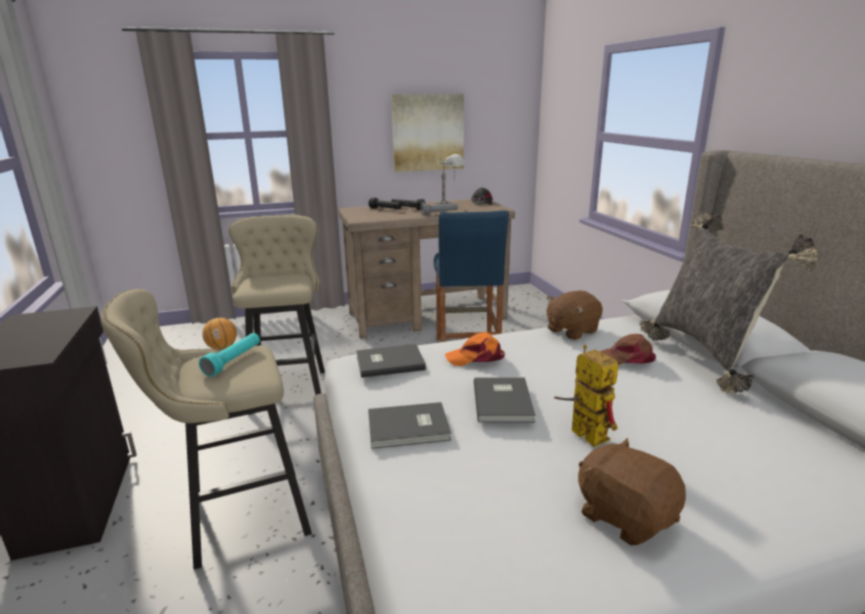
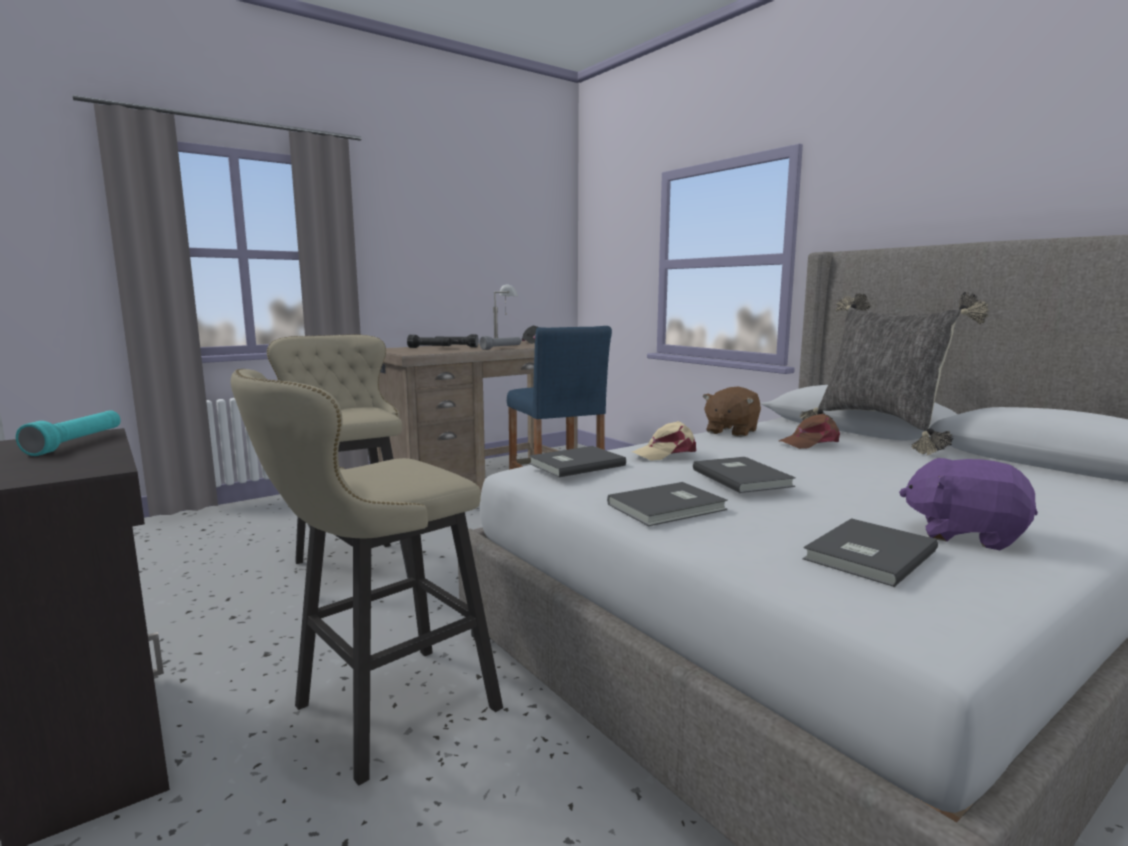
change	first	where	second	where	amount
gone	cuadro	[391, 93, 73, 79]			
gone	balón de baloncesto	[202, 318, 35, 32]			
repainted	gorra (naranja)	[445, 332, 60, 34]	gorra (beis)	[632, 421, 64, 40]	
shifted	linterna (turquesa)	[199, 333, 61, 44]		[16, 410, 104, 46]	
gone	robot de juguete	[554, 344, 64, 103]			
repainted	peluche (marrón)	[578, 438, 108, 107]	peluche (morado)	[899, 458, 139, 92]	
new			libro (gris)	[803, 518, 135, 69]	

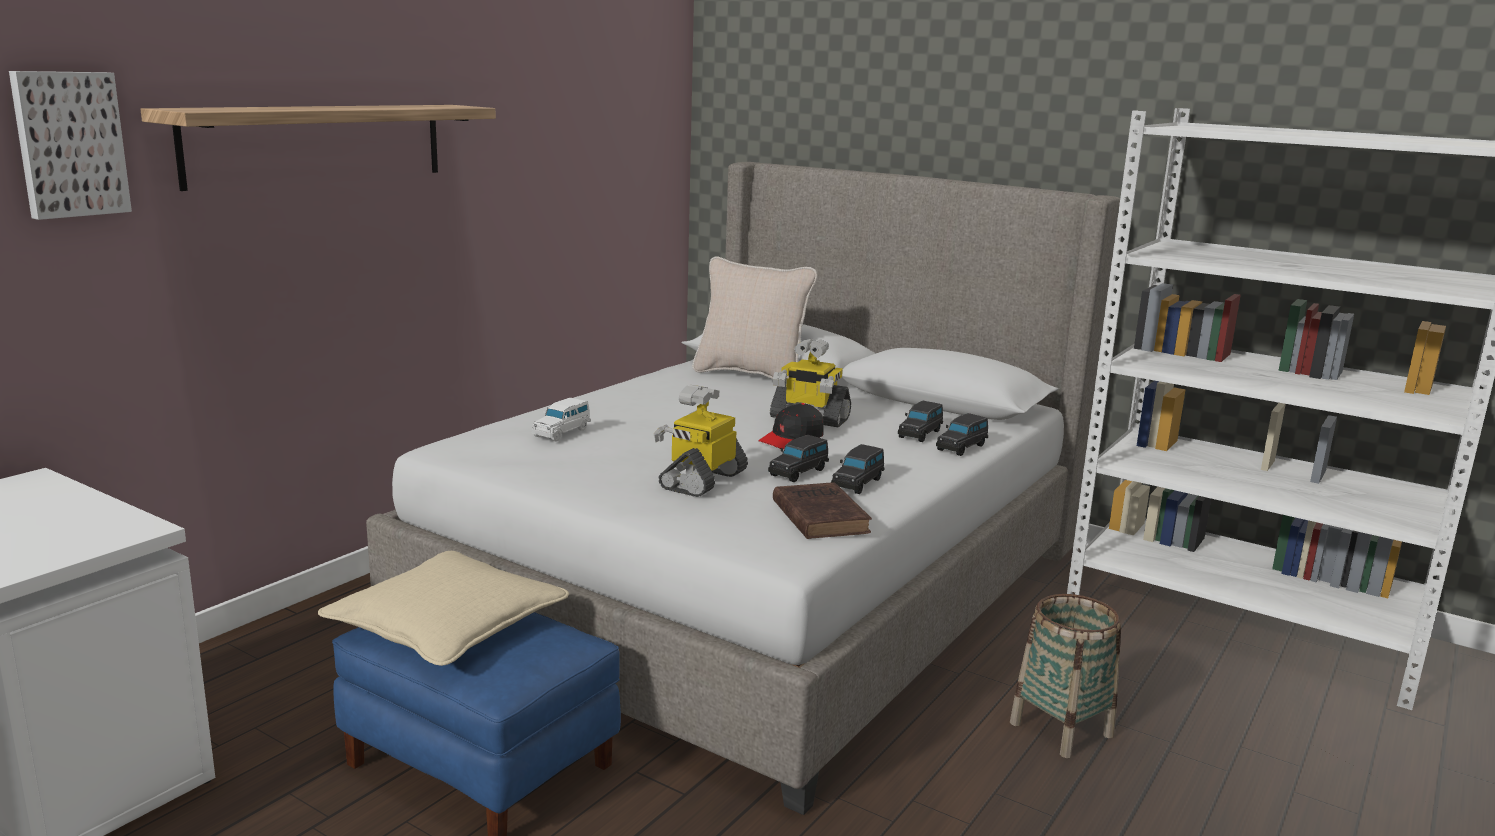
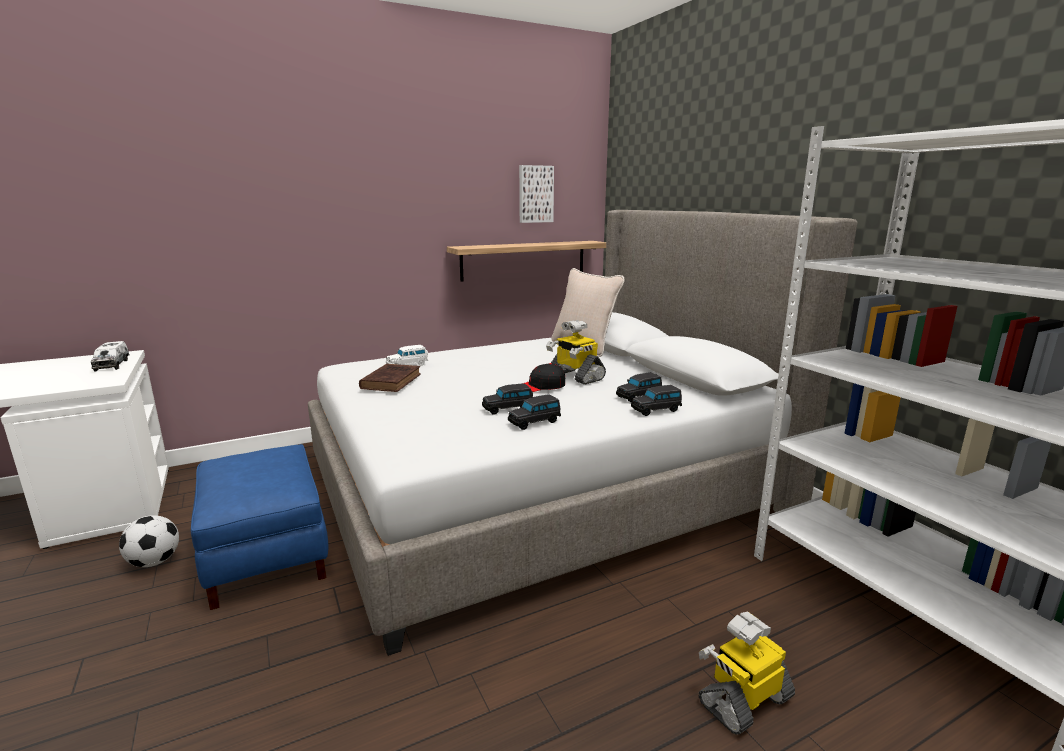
change	first	where	second	where	amount
shifted	cuadro	[9, 71, 123, 149]		[519, 165, 35, 58]	
shifted	estante	[141, 105, 355, 86]		[447, 241, 159, 41]	
shifted	robot de juguete	[653, 385, 95, 112]		[699, 611, 96, 124]	
shifted	libro (marrón)	[773, 482, 99, 57]		[359, 364, 62, 28]	
gone	cojín (beis)	[318, 551, 251, 115]			
gone	cesta	[1010, 594, 111, 164]			
new			camión de juguete	[91, 341, 39, 31]	
new			balón de fútbol	[119, 515, 60, 52]	

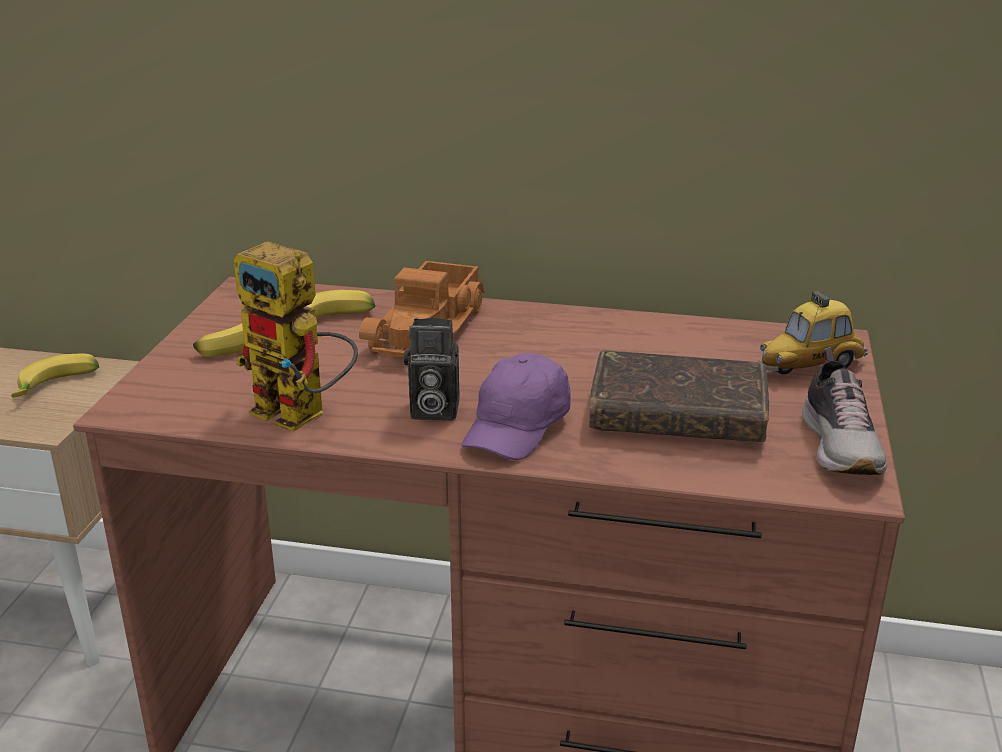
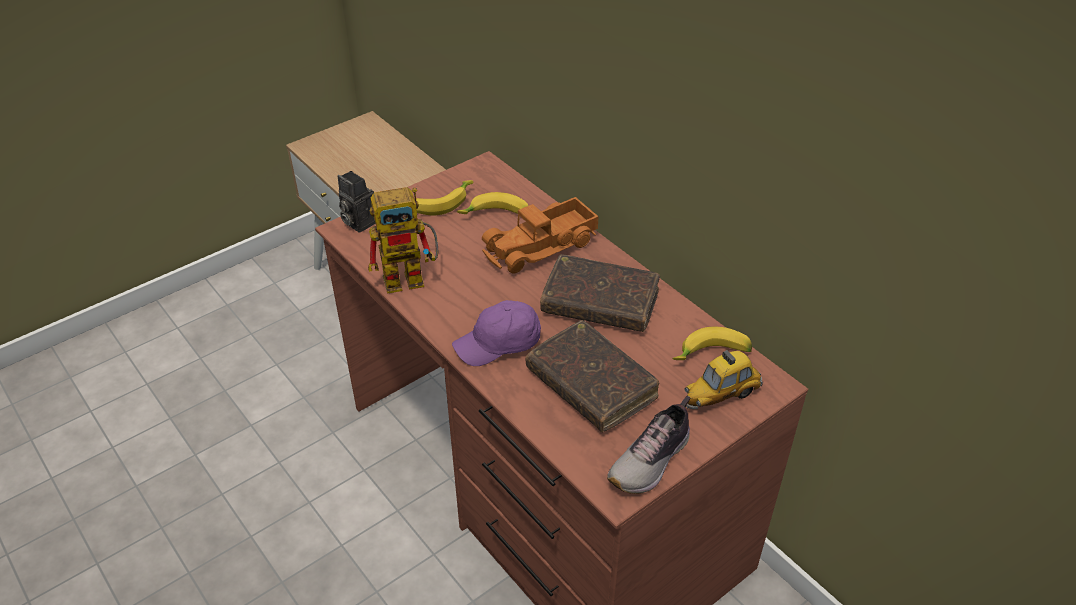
change	first	where	second	where	amount
rotated	robot de juguete	[234, 242, 124, 190]		[368, 187, 70, 107]	90 degrees counterclockwise
rotated	coche de juguete	[758, 291, 110, 83]		[685, 350, 78, 59]	45 degrees counterclockwise
shifted	cámara	[404, 318, 56, 102]		[338, 171, 37, 61]	
shifted	plátano	[11, 354, 88, 43]		[673, 327, 79, 33]	
new			libro (marrón)	[540, 254, 120, 78]	

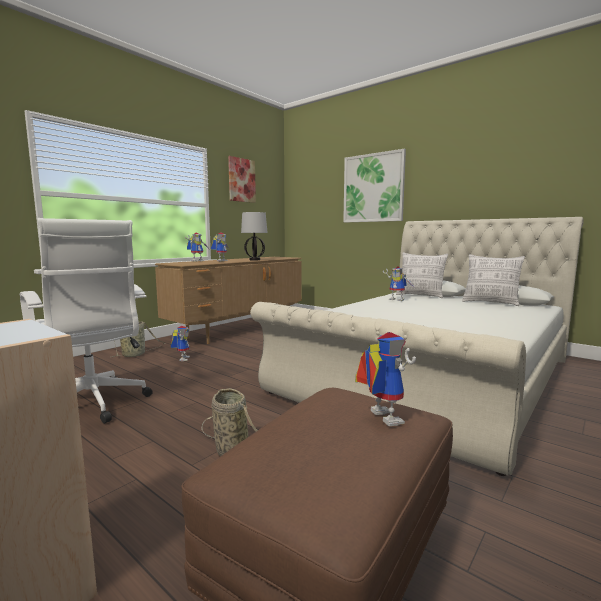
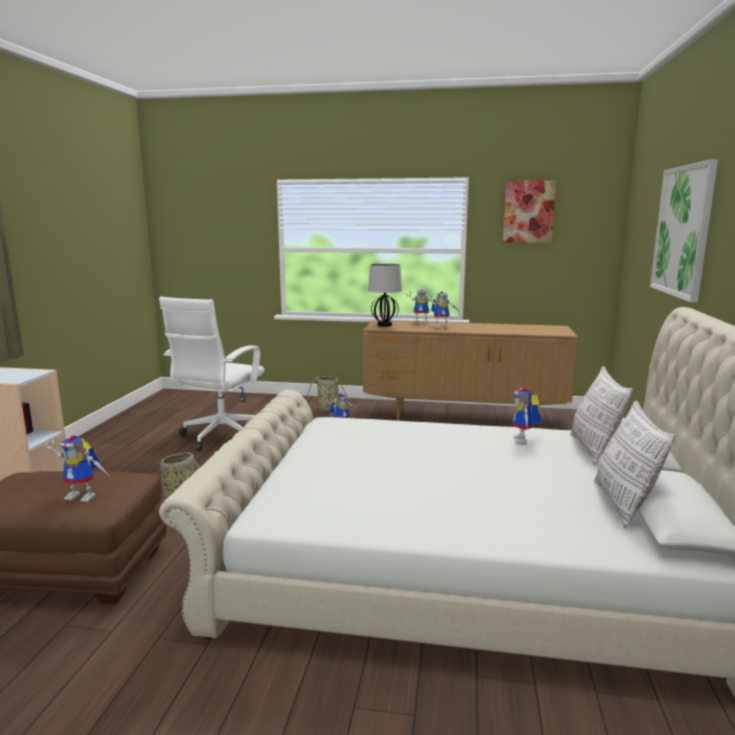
change	first	where	second	where	amount
shifted	lámpara de mesa	[241, 212, 27, 49]		[368, 264, 34, 63]	
rotated	robot de juguete	[355, 332, 61, 94]		[45, 436, 63, 66]	60 degrees clockwise

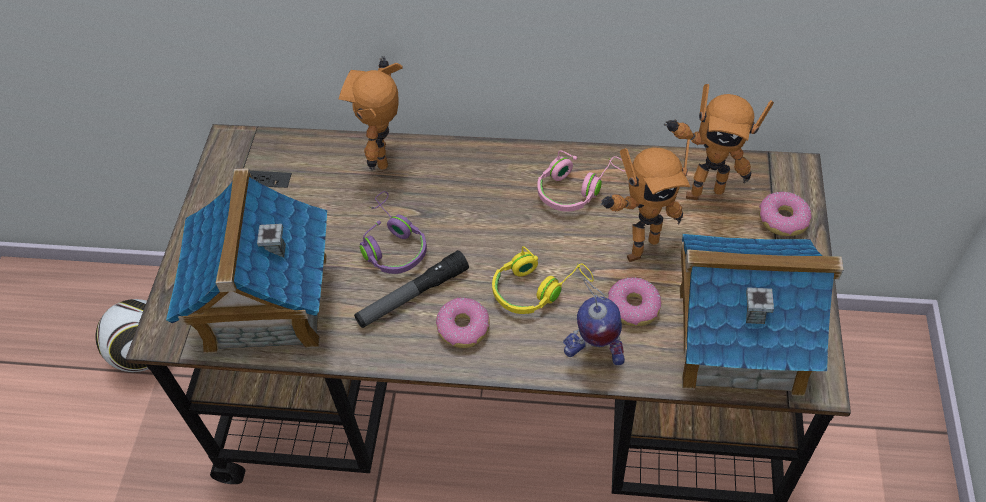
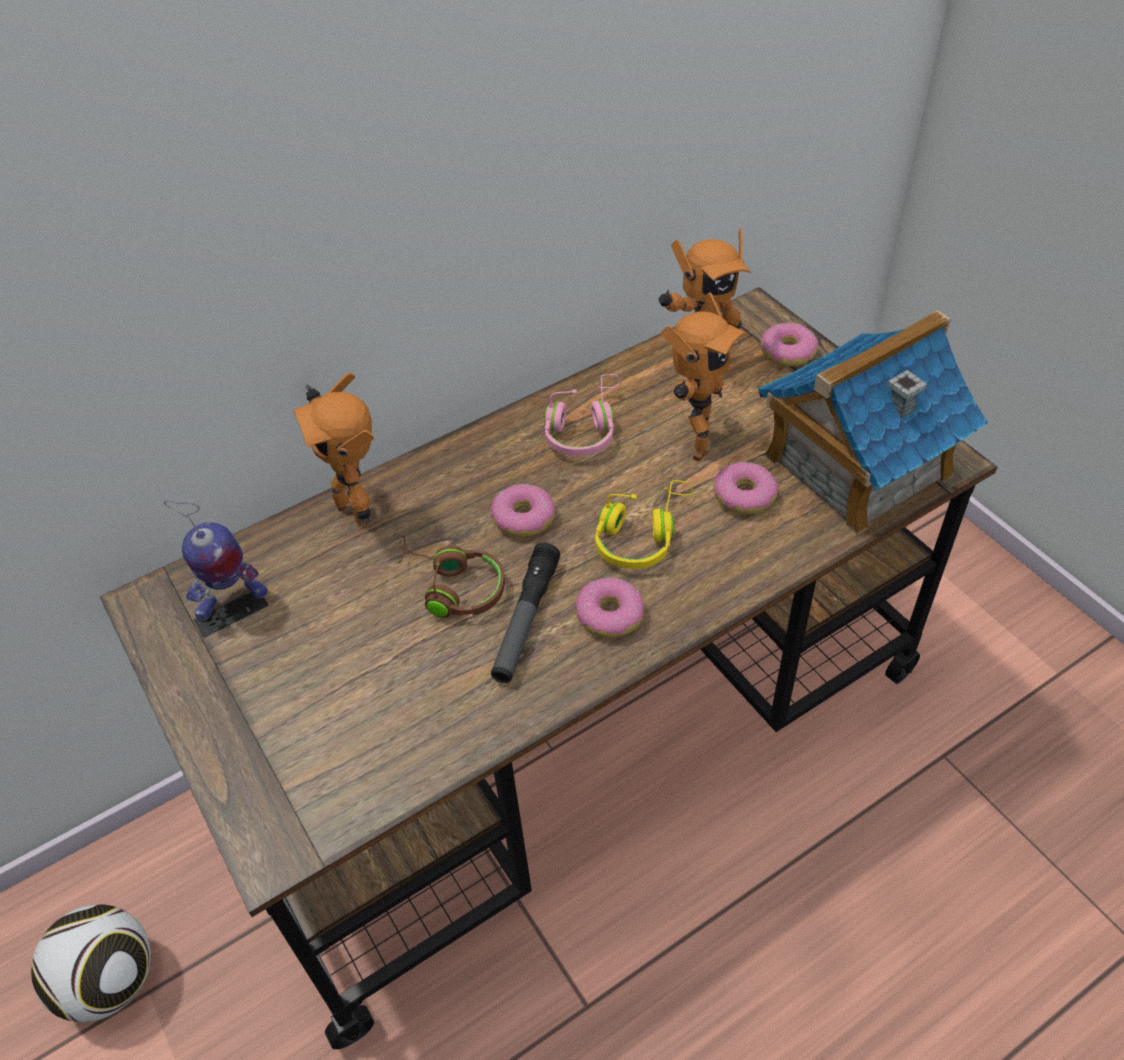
change	first	where	second	where	amount
gone	casita	[166, 168, 161, 186]			
repainted	auriculares (morado)	[360, 191, 67, 83]	auriculares (marrón)	[397, 535, 108, 83]	
shifted	robot de juguete	[563, 279, 62, 86]		[164, 500, 104, 120]	
new			rosquilla	[491, 484, 65, 53]	

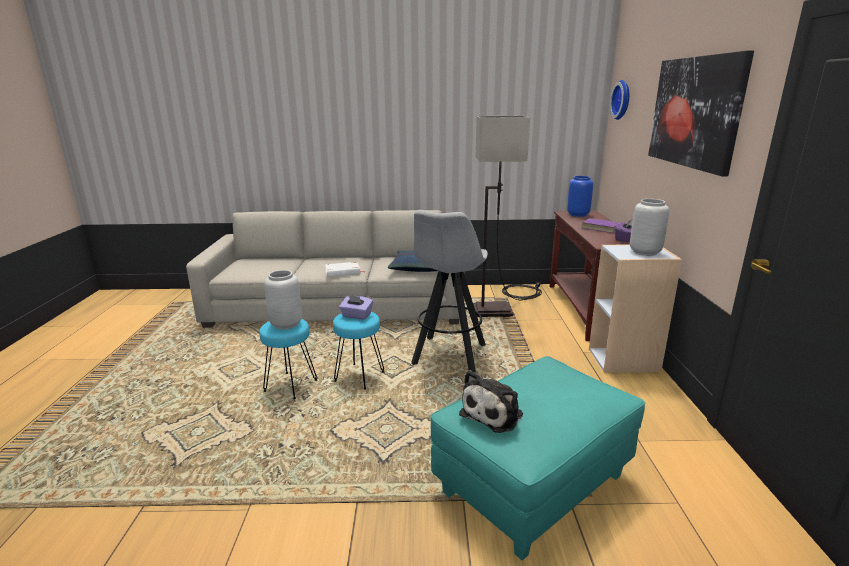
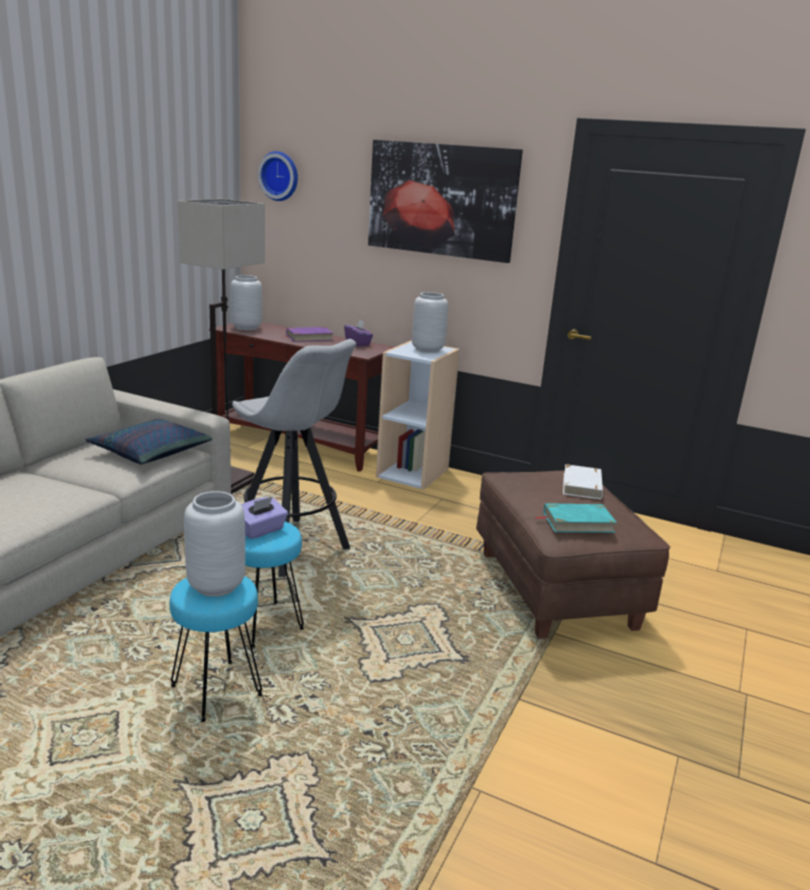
change	first	where	second	where	amount
repainted	florero (azul)	[567, 176, 26, 41]	florero (gris)	[231, 275, 31, 55]	
shifted	libro (blanco)	[325, 262, 38, 15]		[563, 464, 40, 36]	
repainted	puf (turquesa)	[430, 356, 215, 204]	puf (marrón)	[476, 470, 194, 169]	
swapped	peluche	[459, 370, 64, 63]	libro (turquesa)	[536, 503, 81, 30]	

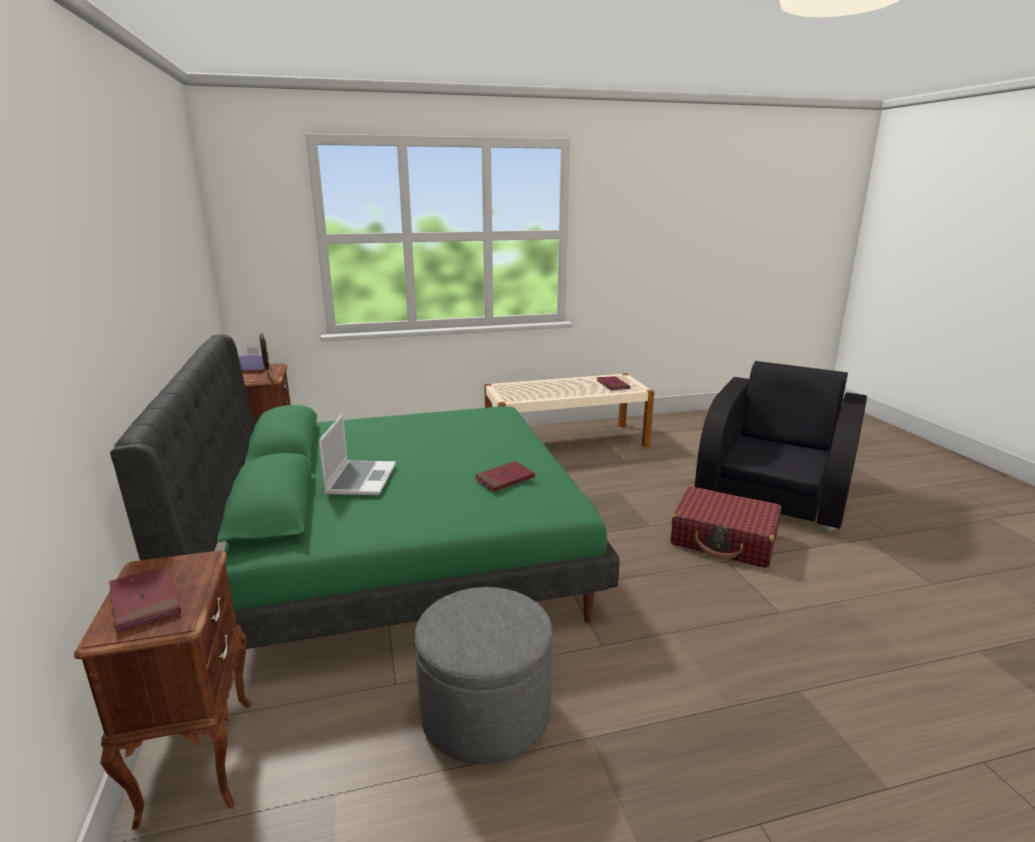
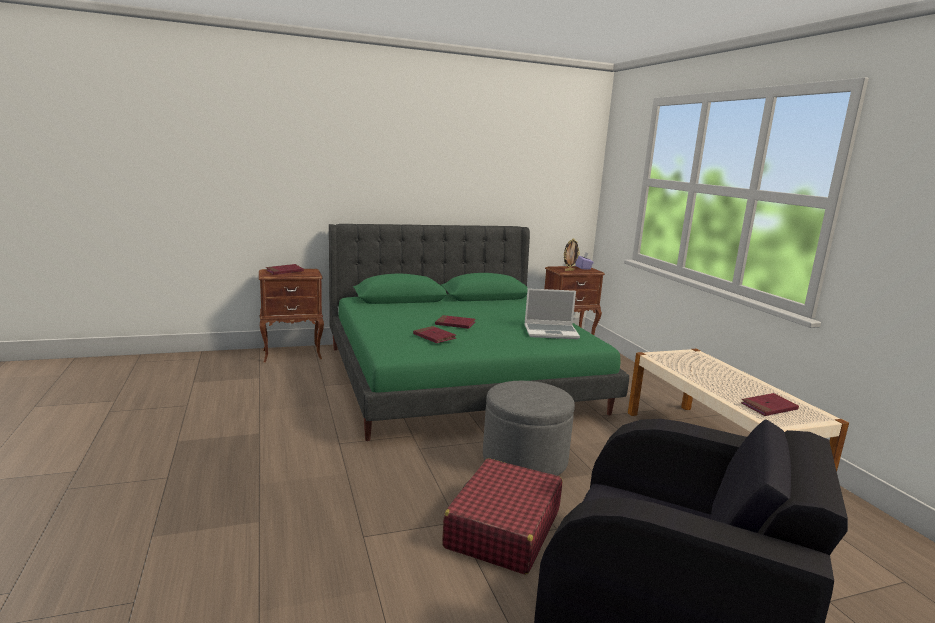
change	first	where	second	where	amount
shifted	portátil	[319, 414, 77, 81]		[524, 288, 56, 51]	
shifted	puf (gris)	[415, 587, 137, 177]		[483, 381, 92, 95]	
new			libro (rojo)	[435, 315, 40, 14]	

